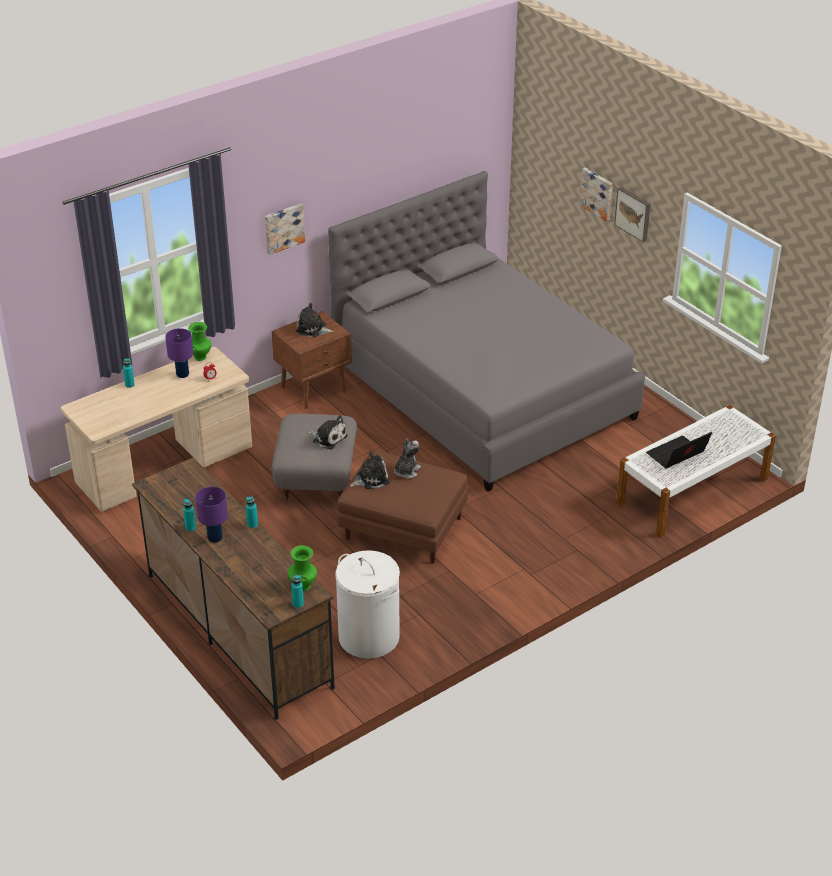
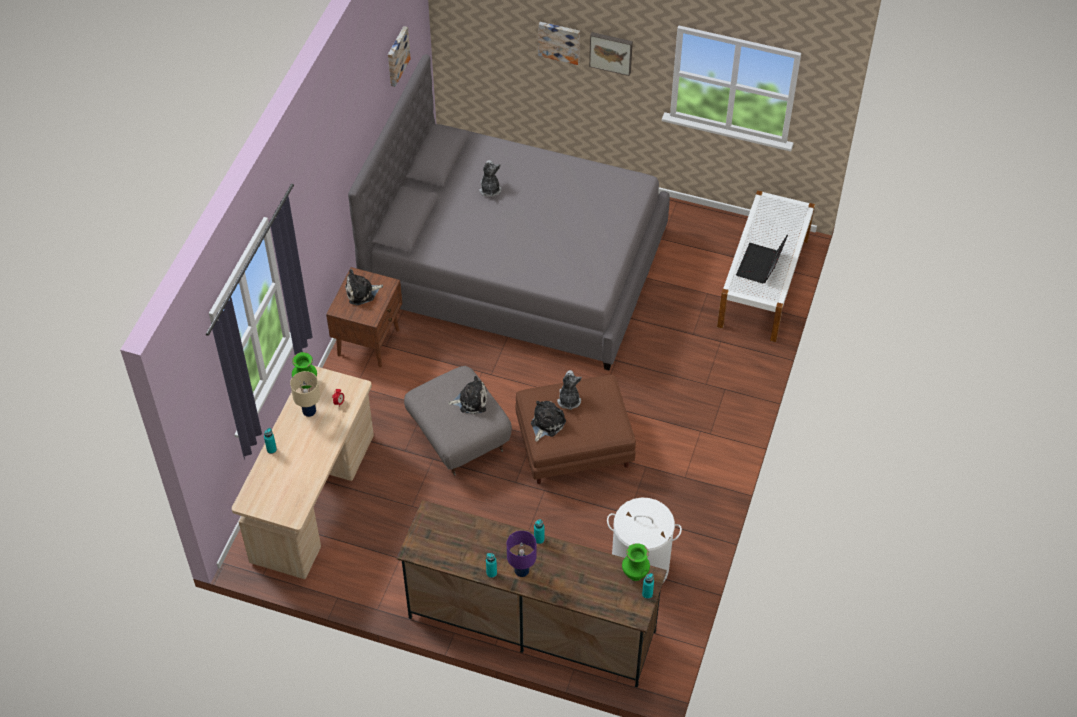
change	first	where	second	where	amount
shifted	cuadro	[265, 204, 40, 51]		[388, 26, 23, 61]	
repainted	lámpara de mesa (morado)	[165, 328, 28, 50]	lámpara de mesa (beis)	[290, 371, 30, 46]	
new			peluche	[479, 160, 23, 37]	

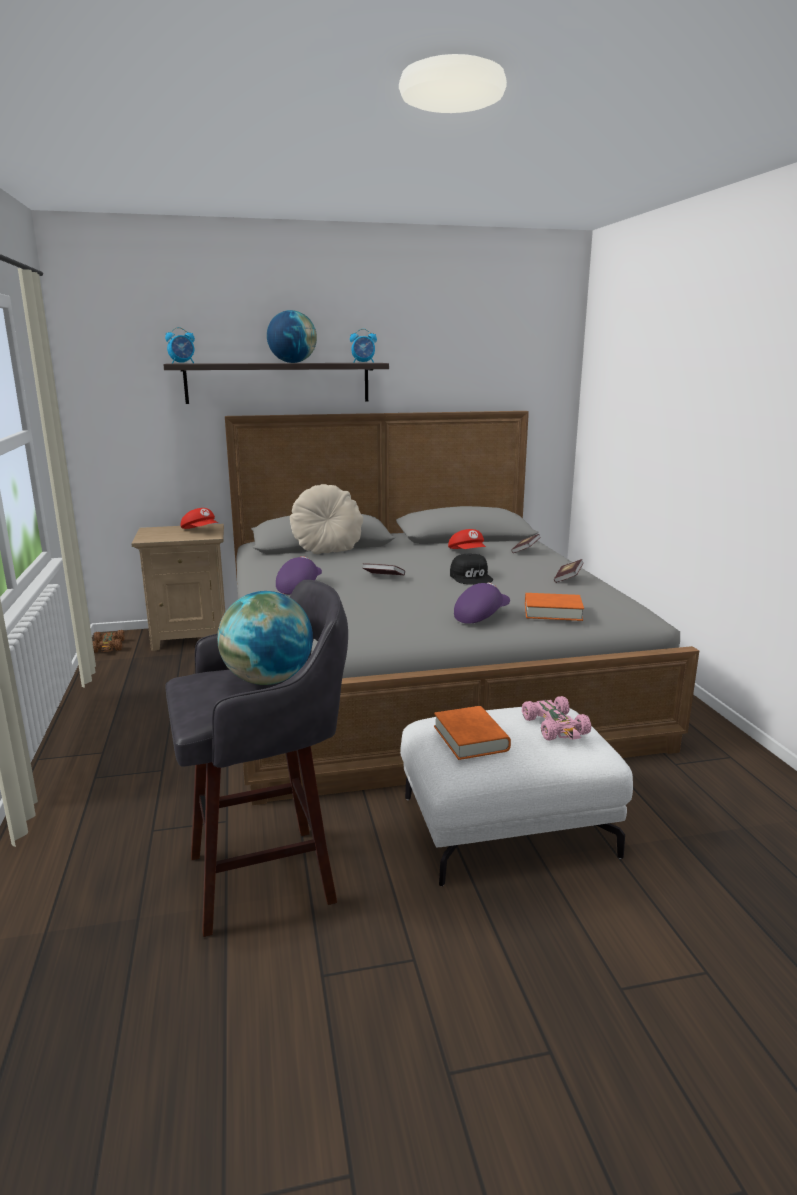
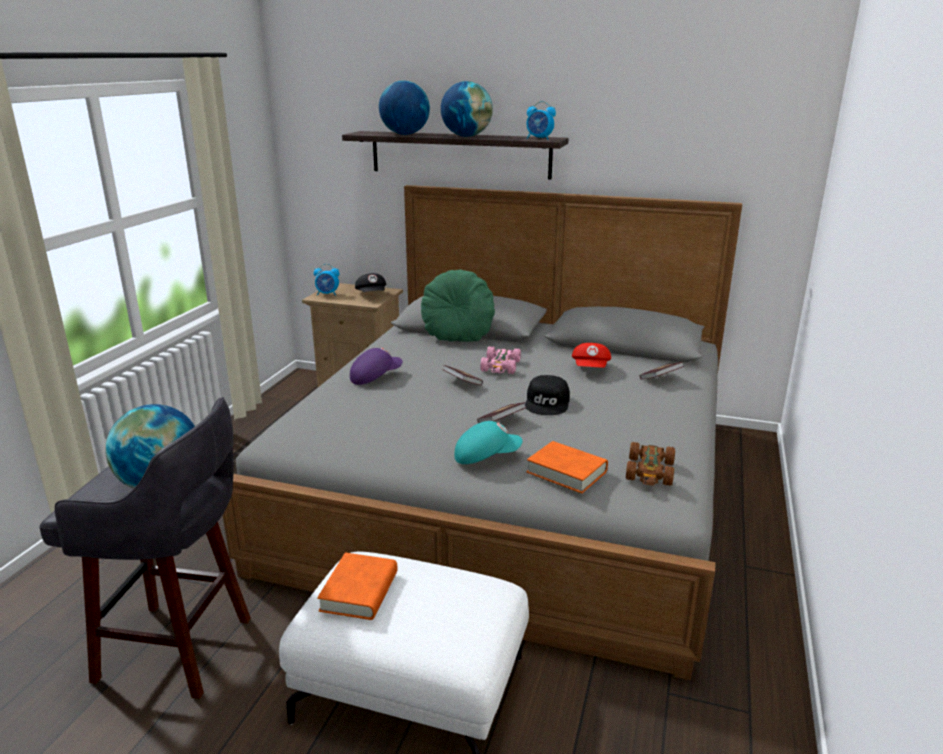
change	first	where	second	where	amount
shifted	despertador	[165, 327, 30, 36]		[314, 264, 26, 32]	
repainted	cojín (beis)	[290, 484, 73, 70]	cojín (verde)	[421, 270, 74, 72]	
repainted	gorra (rojo)	[181, 508, 37, 21]	gorra (negro)	[355, 273, 31, 19]	
shifted	libro	[554, 559, 30, 24]		[477, 402, 50, 21]	
repainted	gorra (morado)	[454, 582, 56, 42]	gorra (turquesa)	[455, 421, 67, 43]	
shifted	coche de juguete (marrón)	[92, 630, 33, 23]		[626, 442, 49, 44]	
shifted	coche de juguete (rosa)	[522, 696, 69, 45]		[480, 346, 41, 28]	
new			globo terráqueo	[379, 81, 51, 54]	

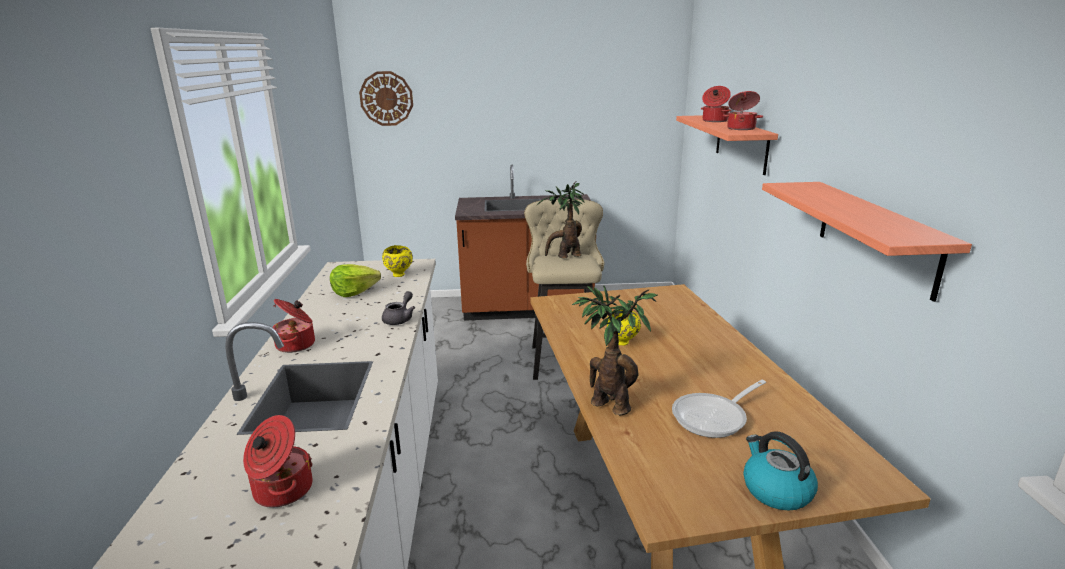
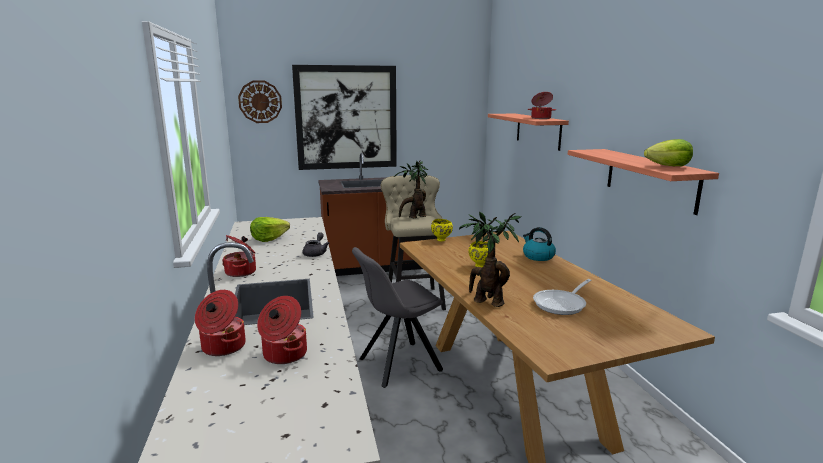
change	first	where	second	where	amount
shifted	olla	[701, 86, 31, 36]		[195, 290, 51, 66]	
shifted	cuenco (amarillo)	[382, 245, 31, 32]		[431, 219, 22, 22]	
shifted	hervidor	[744, 431, 74, 80]		[523, 227, 33, 34]	
new			cuadro	[292, 65, 105, 105]	
new			lechuga	[644, 139, 49, 27]	
new			silla (gris)	[352, 247, 91, 141]	

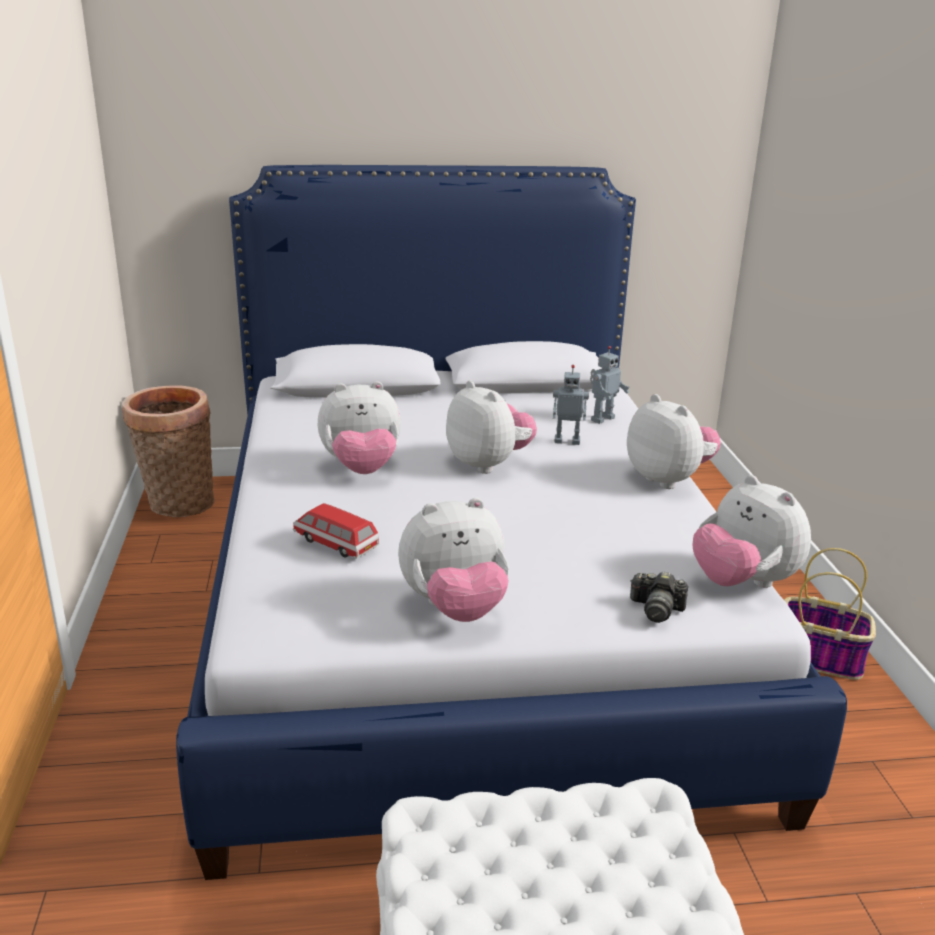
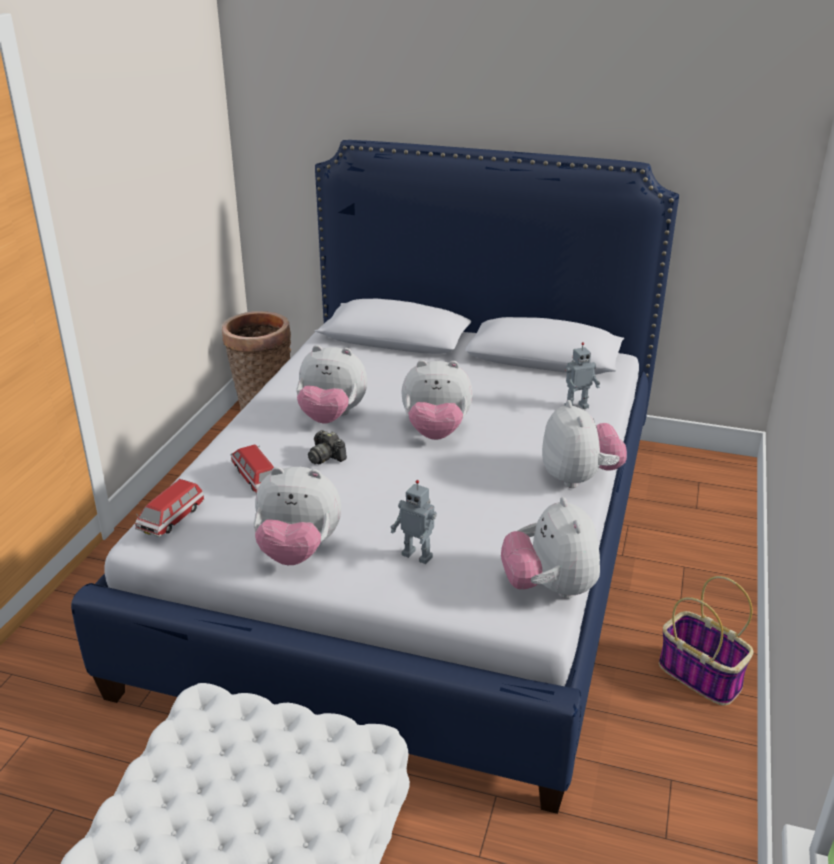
change	first	where	second	where	amount
shifted	robot de juguete	[553, 365, 36, 80]		[391, 480, 46, 84]	
rotated	peluche	[446, 380, 91, 94]		[401, 360, 72, 80]	105 degrees clockwise
shifted	cámara	[630, 571, 58, 52]		[308, 430, 39, 34]	
new			coche de juguete	[135, 479, 69, 58]	

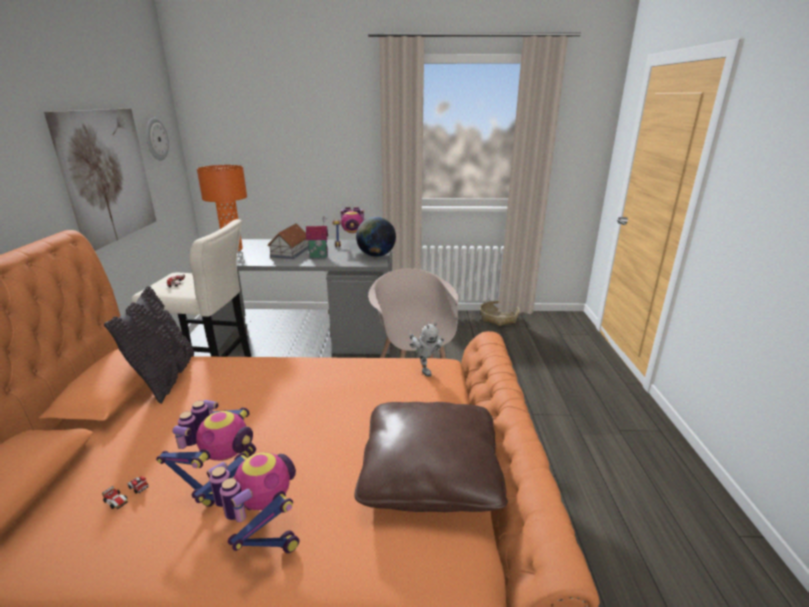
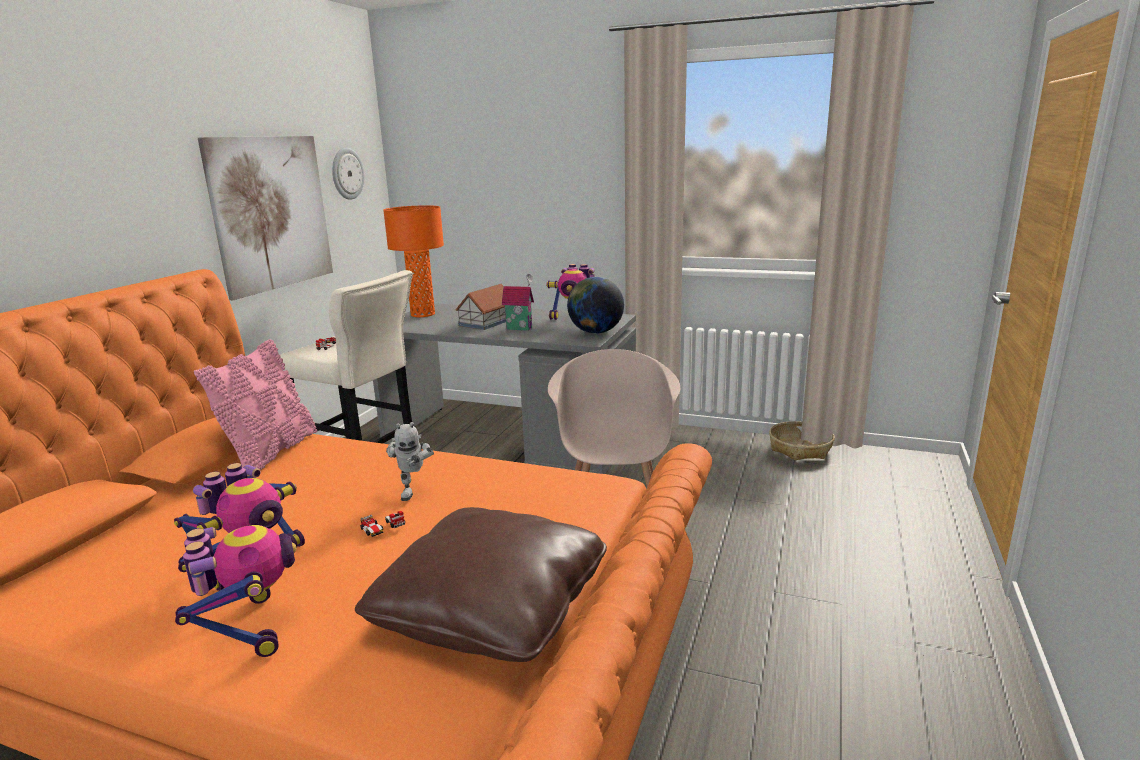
change	first	where	second	where	amount
repainted	cojín (negro)	[104, 286, 90, 118]	cojín (rosa)	[194, 339, 123, 131]	
shifted	robot de juguete	[409, 322, 35, 55]		[386, 422, 48, 79]	
shifted	coche de juguete	[102, 476, 47, 33]		[360, 511, 45, 26]	

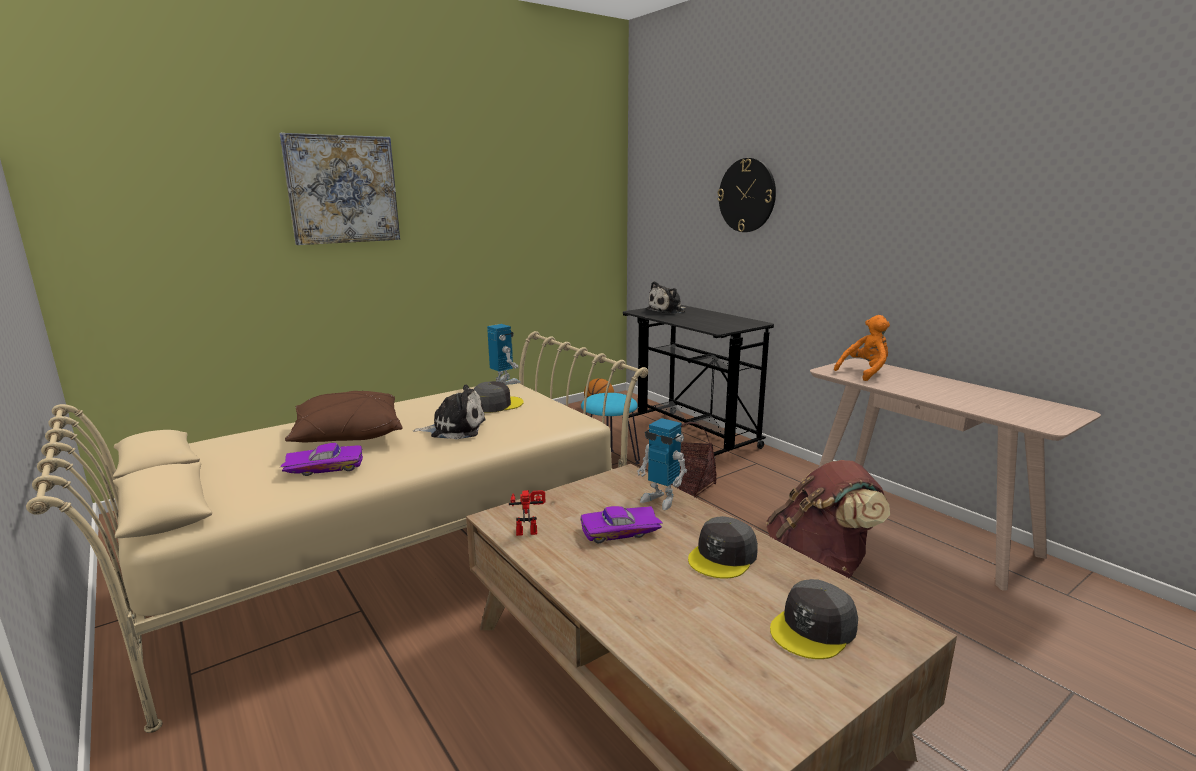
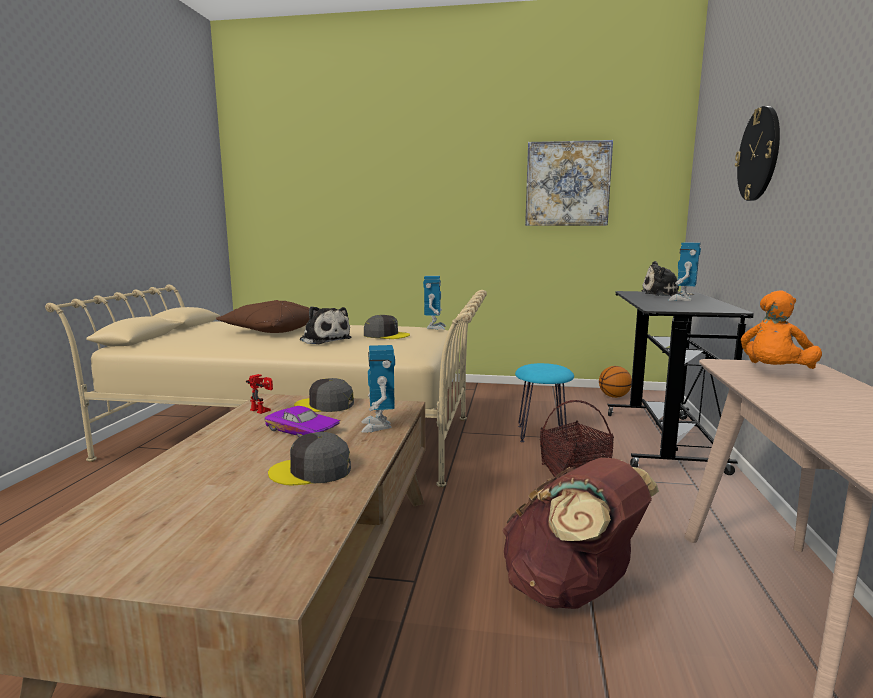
change	first	where	second	where	amount
shifted	cuadro	[279, 133, 121, 112]		[525, 140, 88, 86]	
rotated	peluche (naranja)	[834, 315, 56, 66]		[741, 290, 81, 79]	120 degrees clockwise
gone	coche de juguete (morado)	[280, 443, 83, 33]			
shifted	gorra (gris)	[770, 579, 88, 80]		[294, 378, 60, 34]	
new			robot de juguete	[669, 243, 32, 58]	

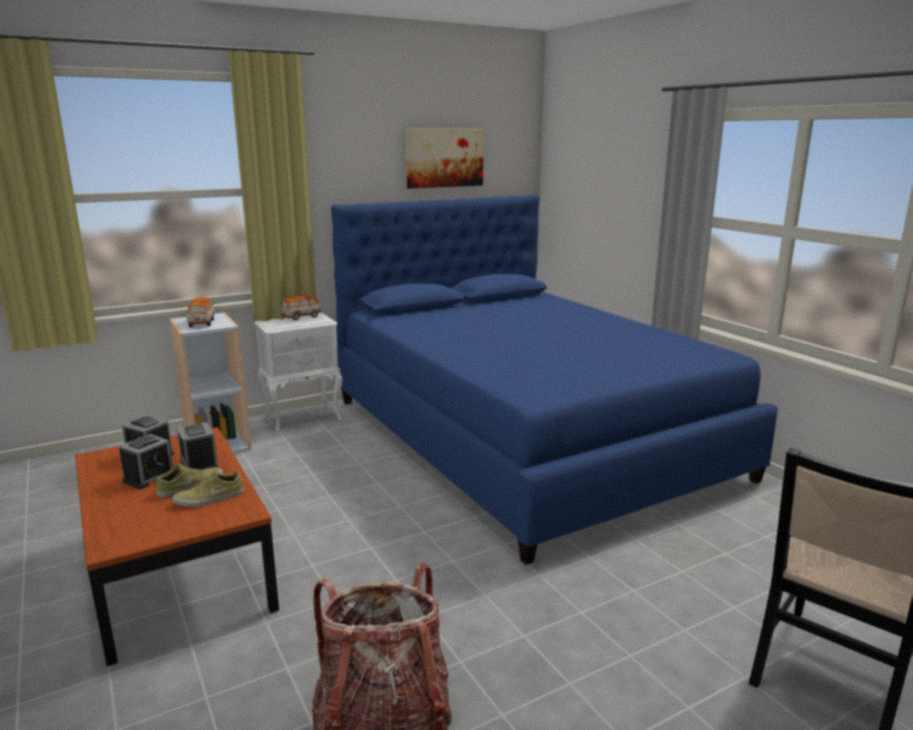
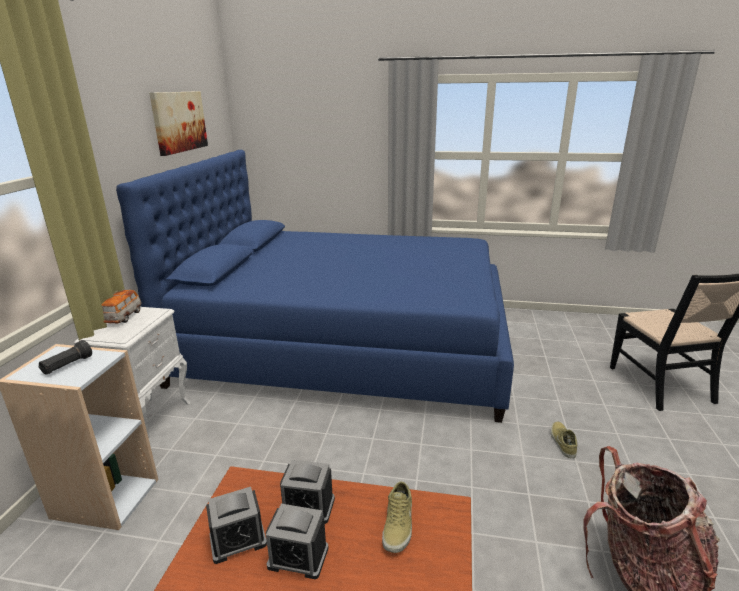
change	first	where	second	where	amount
swapped	coche de juguete	[187, 297, 28, 30]	linterna (negro)	[38, 340, 54, 34]	
rotated	despertador	[119, 434, 54, 55]		[266, 503, 63, 76]	120 degrees clockwise
shifted	zapato (beis)	[156, 463, 67, 35]		[551, 421, 26, 37]	

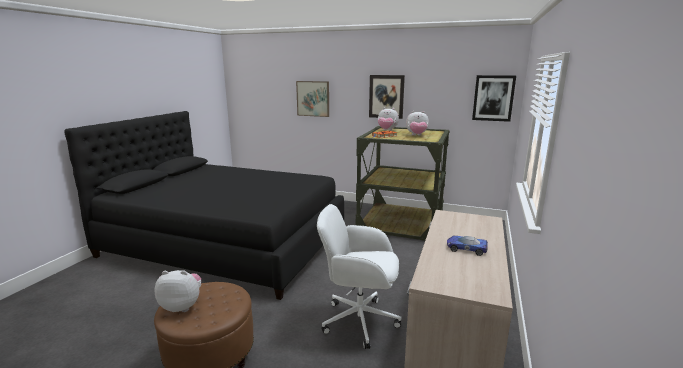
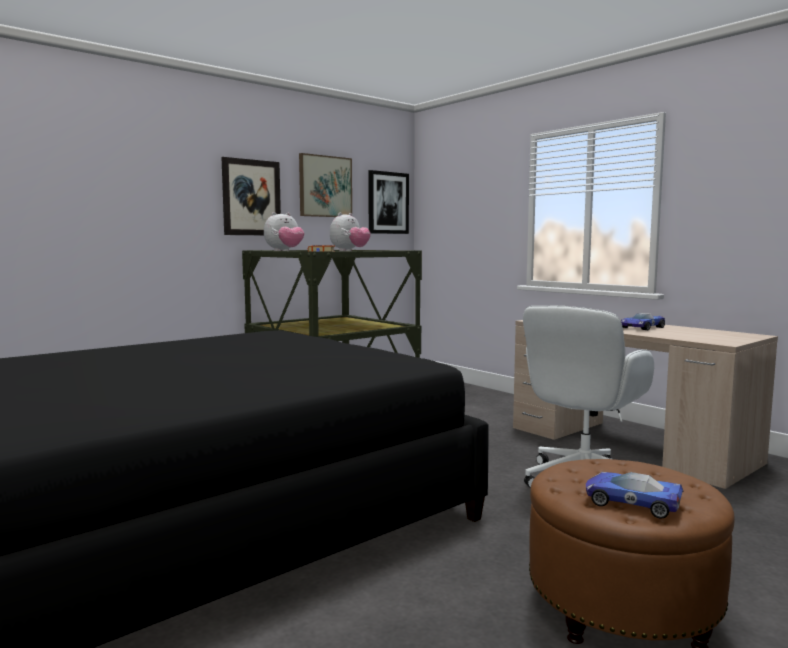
change	first	where	second	where	amount
shifted	cuadro	[296, 81, 33, 36]		[299, 153, 53, 64]	
swapped	peluche	[154, 270, 47, 42]	coche de juguete	[586, 472, 97, 47]	

